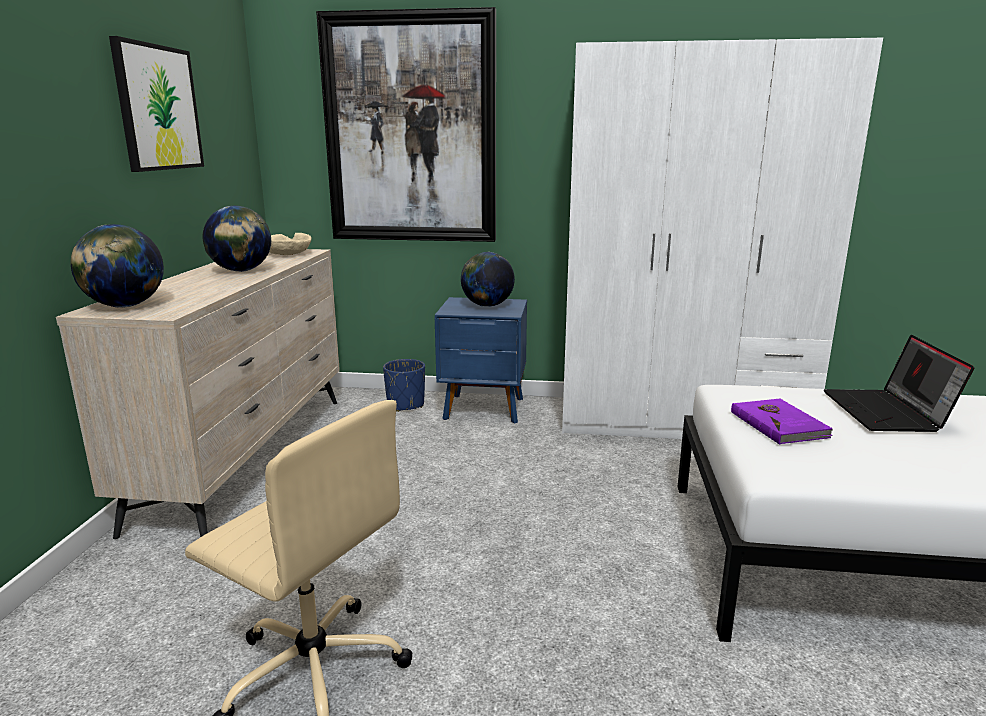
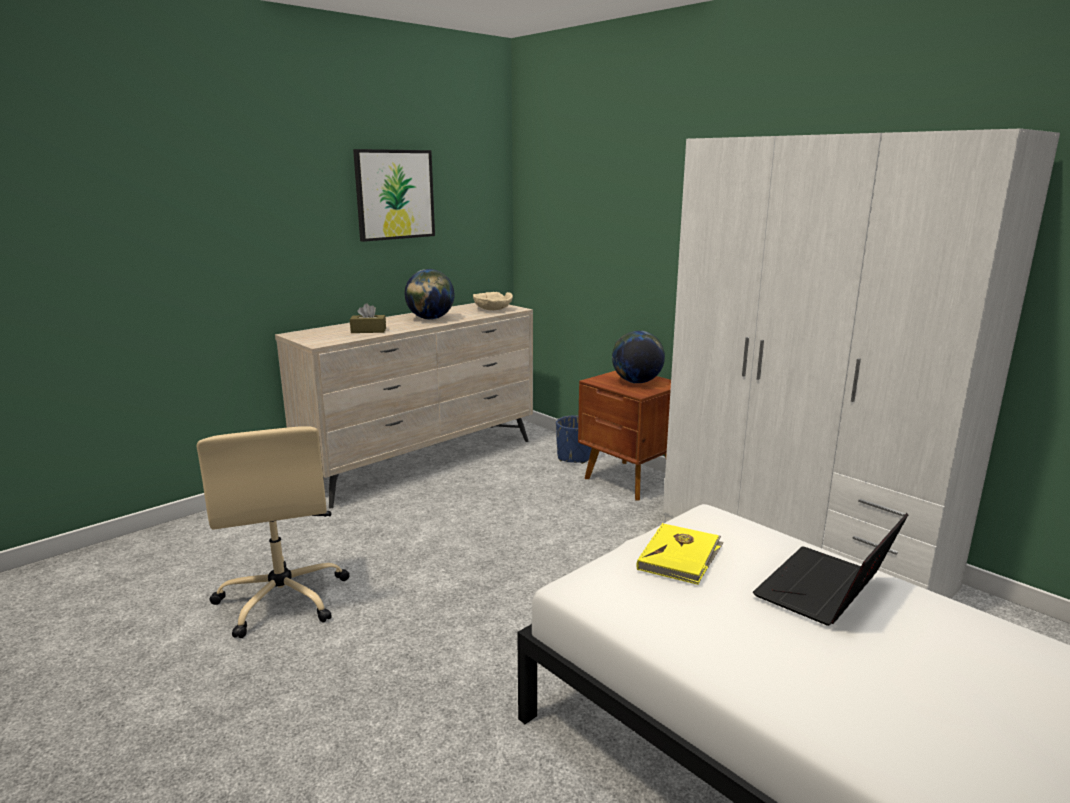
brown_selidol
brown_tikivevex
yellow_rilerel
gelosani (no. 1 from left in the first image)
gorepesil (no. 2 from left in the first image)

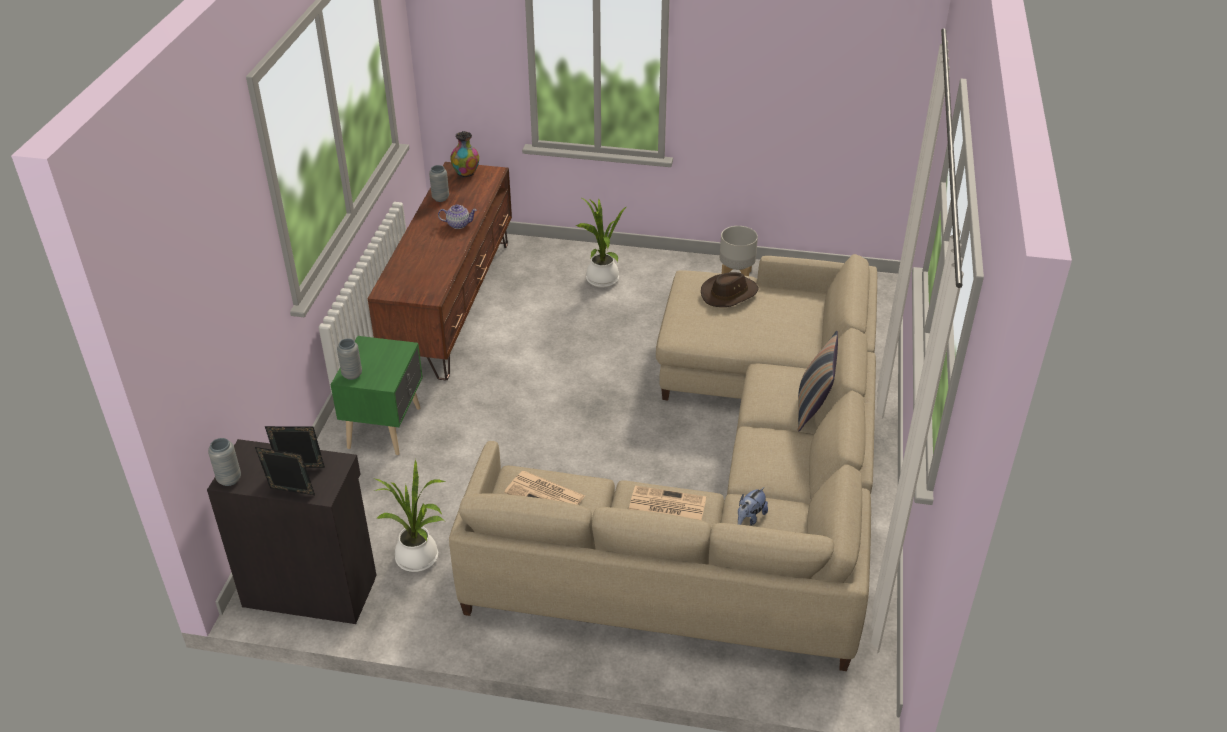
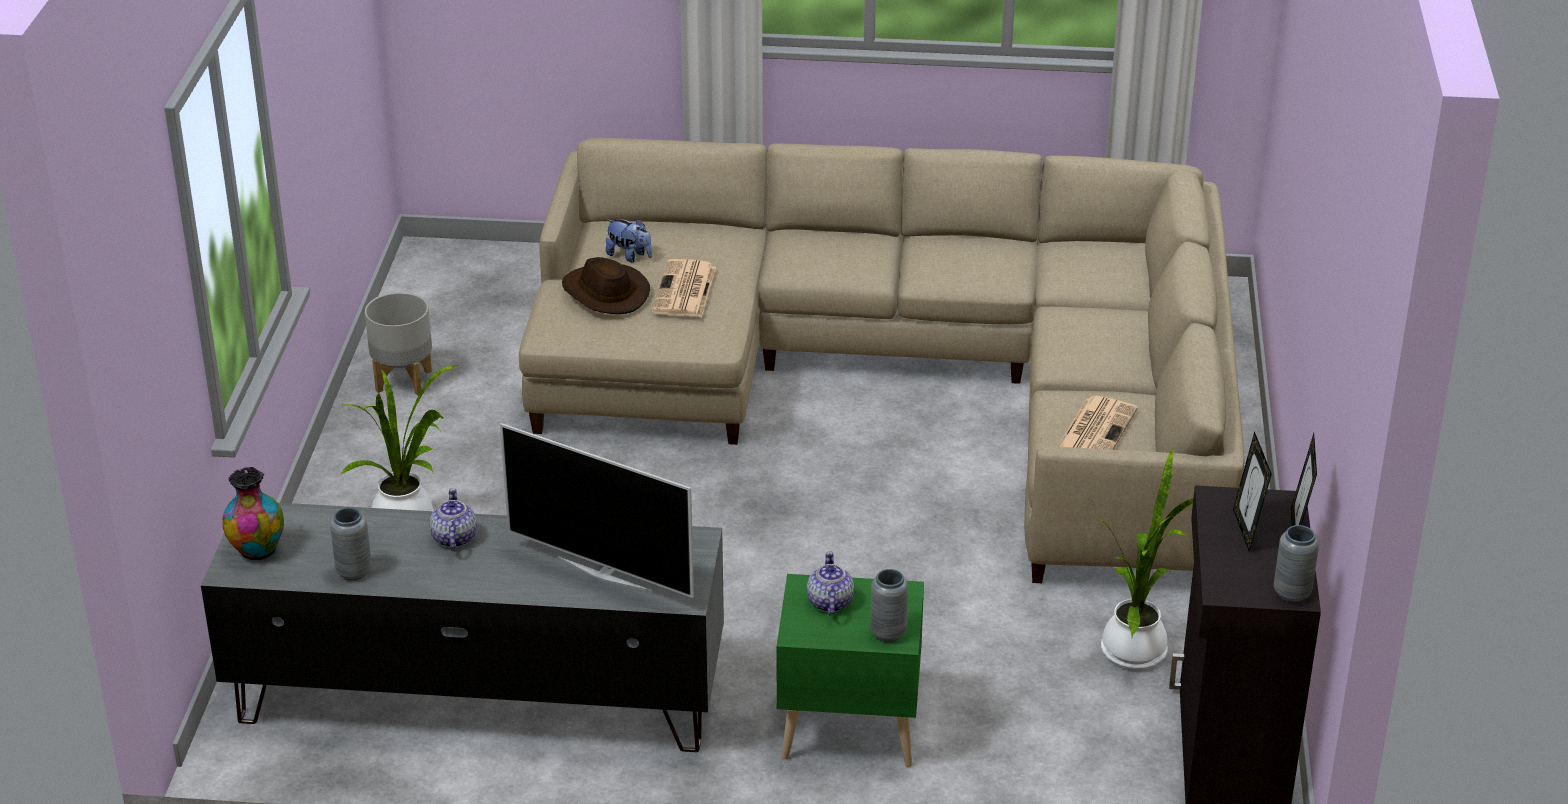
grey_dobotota
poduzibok
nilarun
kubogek (no. 1 from left)
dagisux (no. 2 from left)
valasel

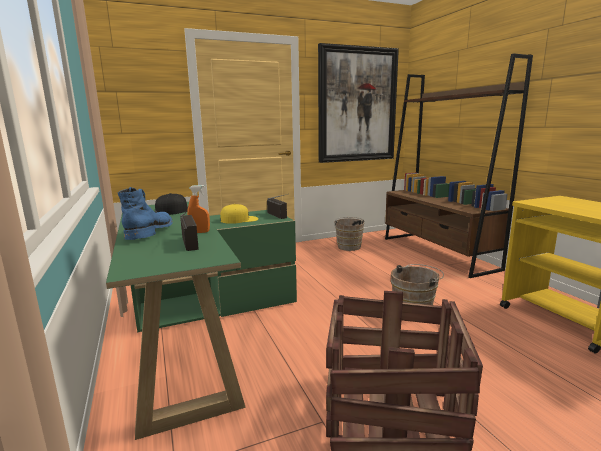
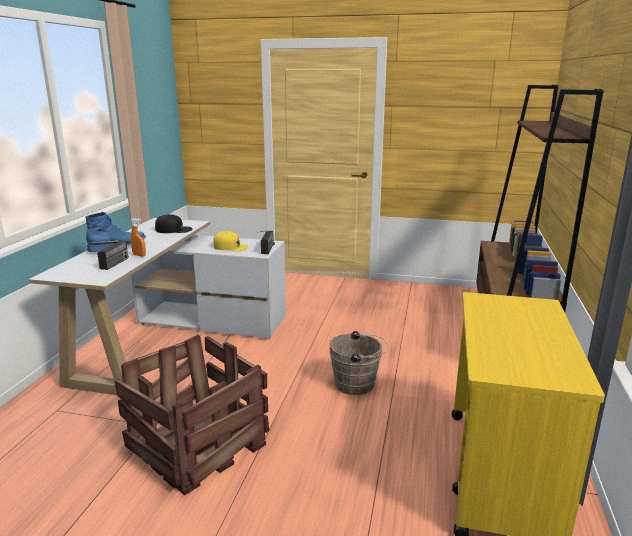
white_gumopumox
gorepesil
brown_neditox (no. 1 from left in the first image)

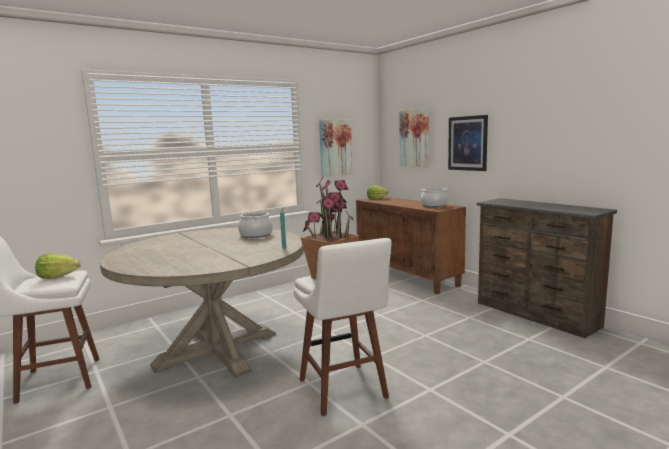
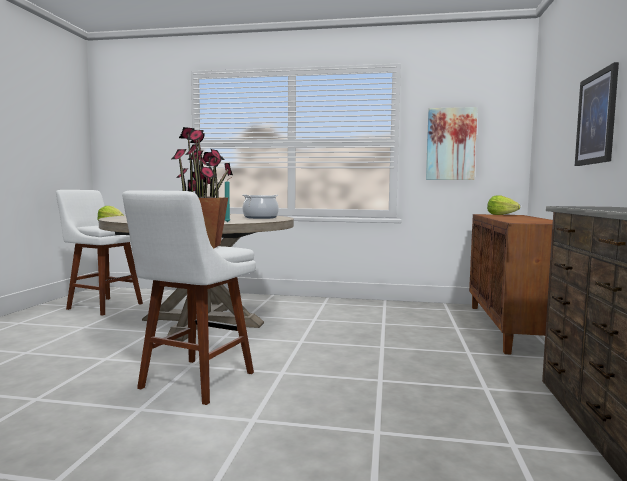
gorepesil (no. 2 from left in the first image)
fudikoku (no. 2 from left in the first image)

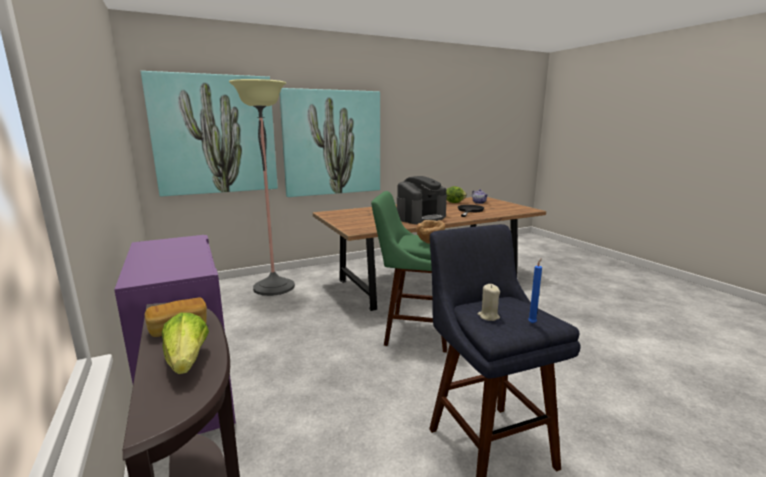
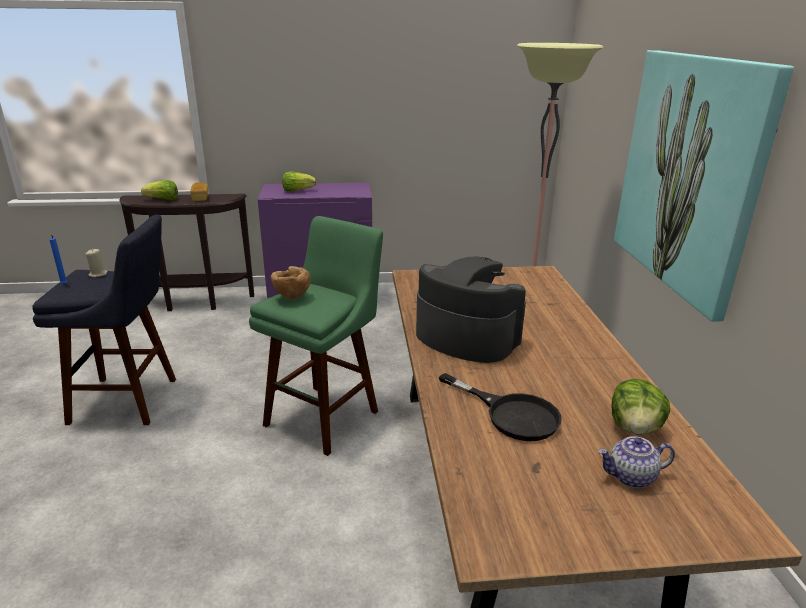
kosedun (no. 2 from left)
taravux
gorepesil (no. 1 from left in the first image)

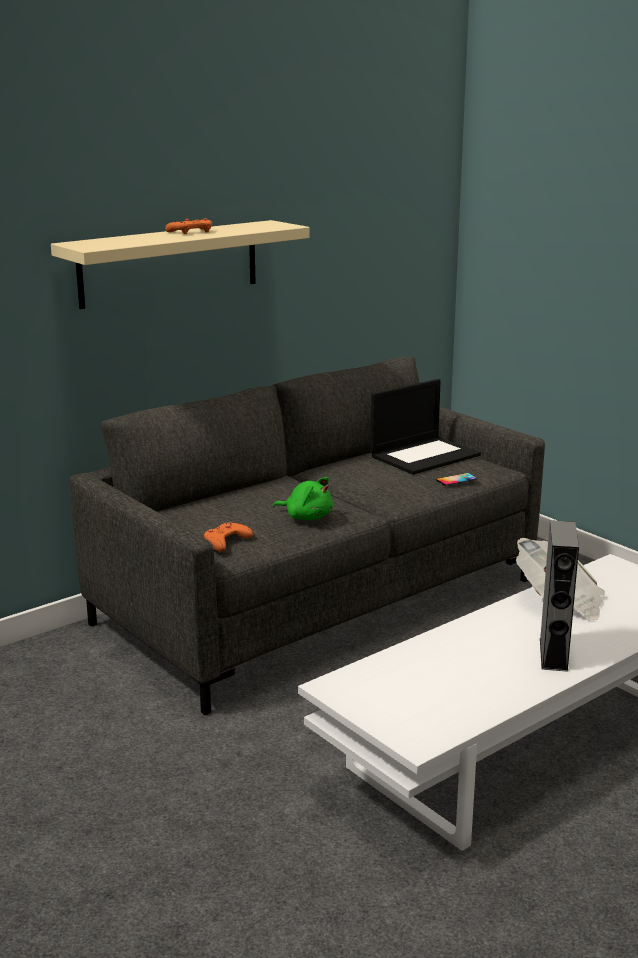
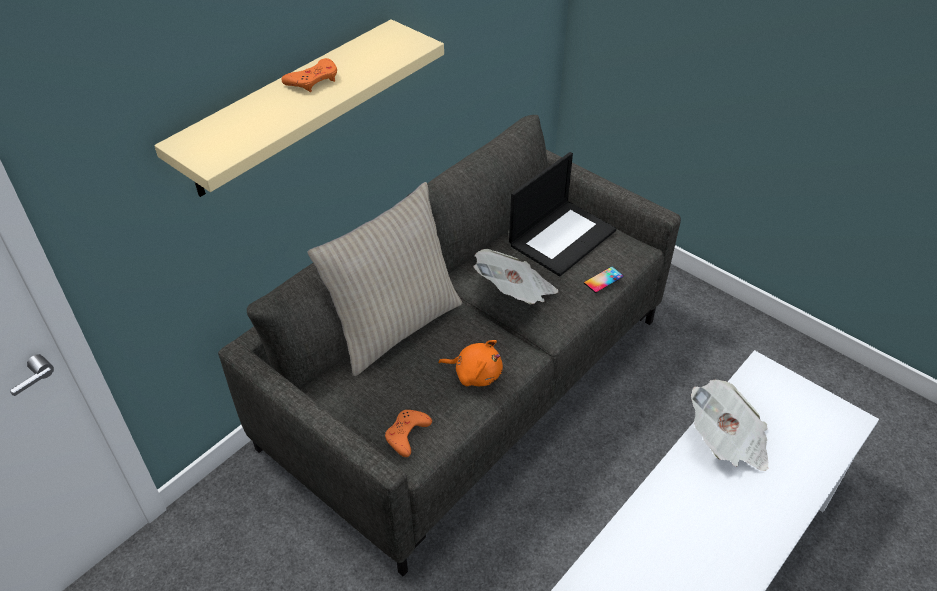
beige_valasel
orange_nilarun
kubogek (no. 1 from left)
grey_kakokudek

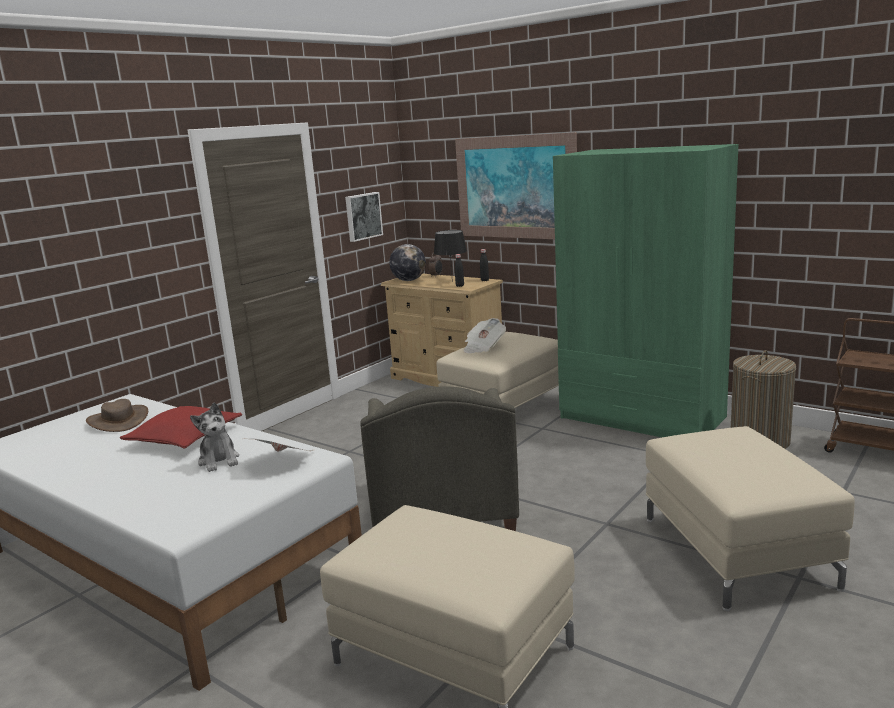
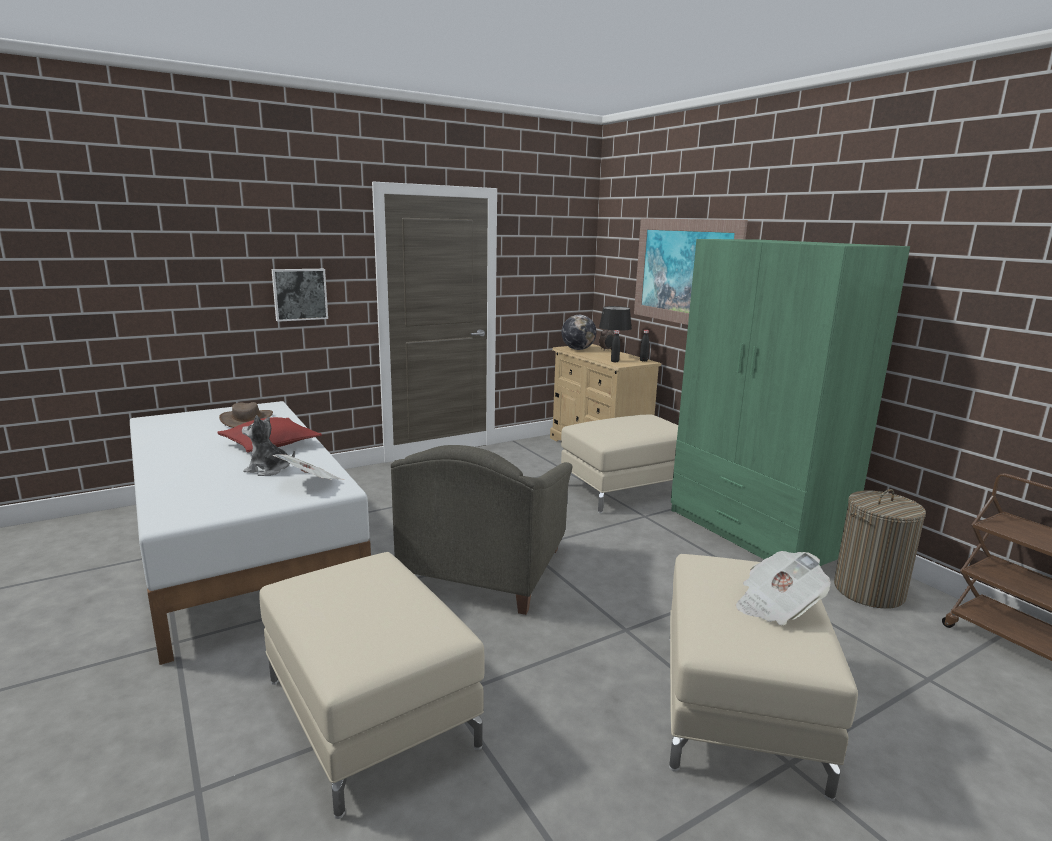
nilarun
gorepesil (no. 1 from left)
kubogek (no. 2 from left)

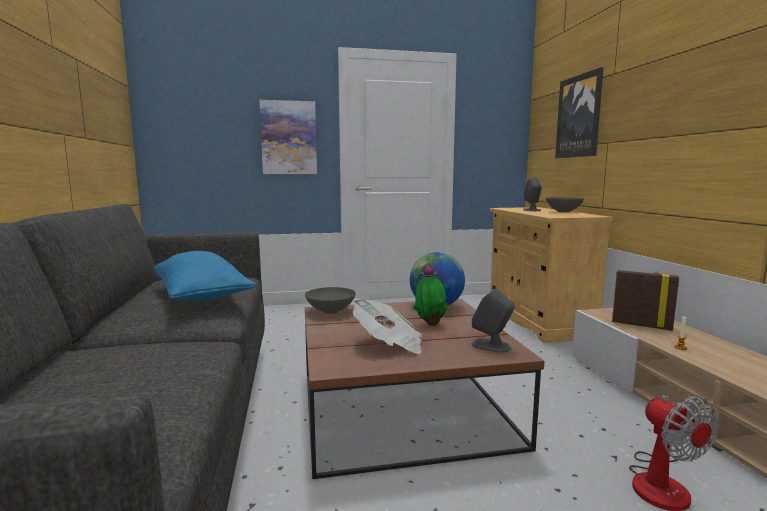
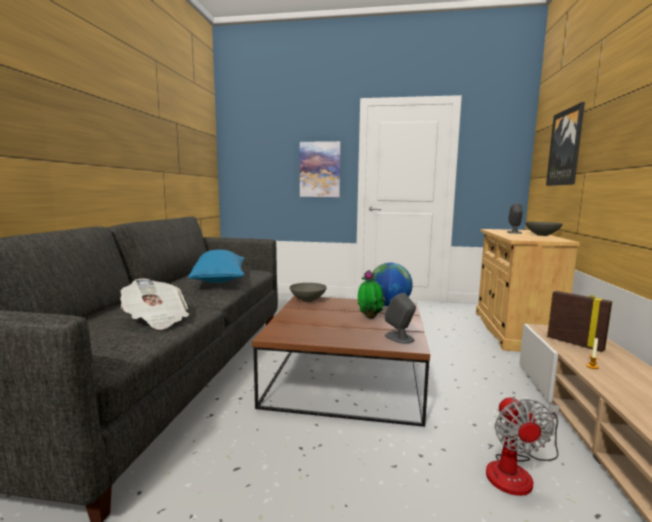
kubogek

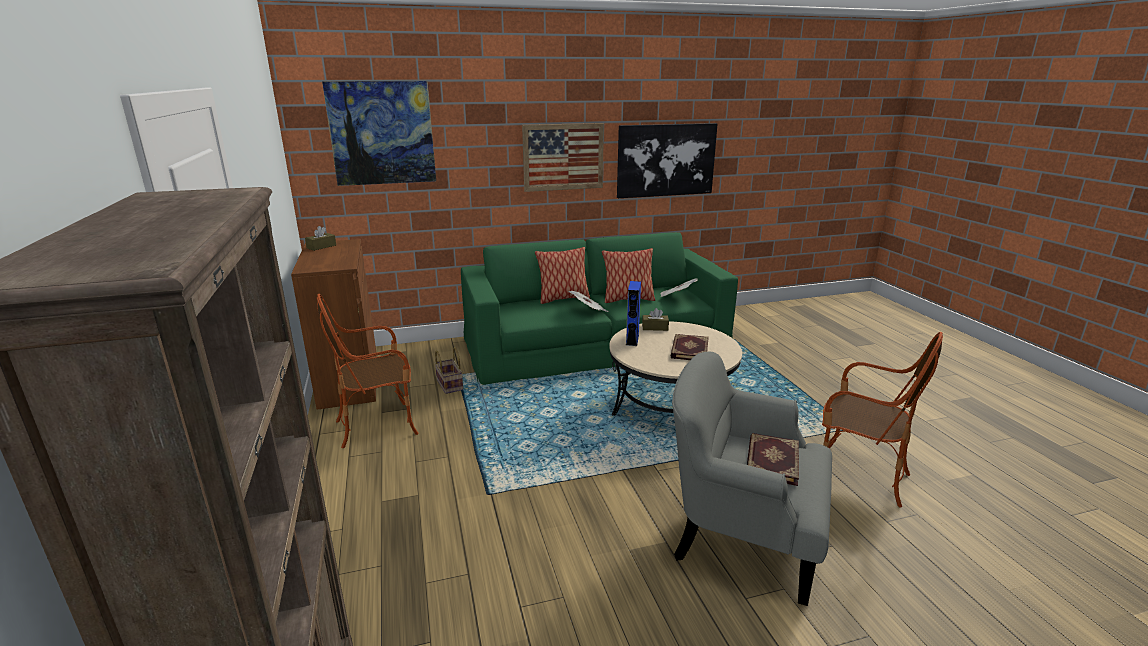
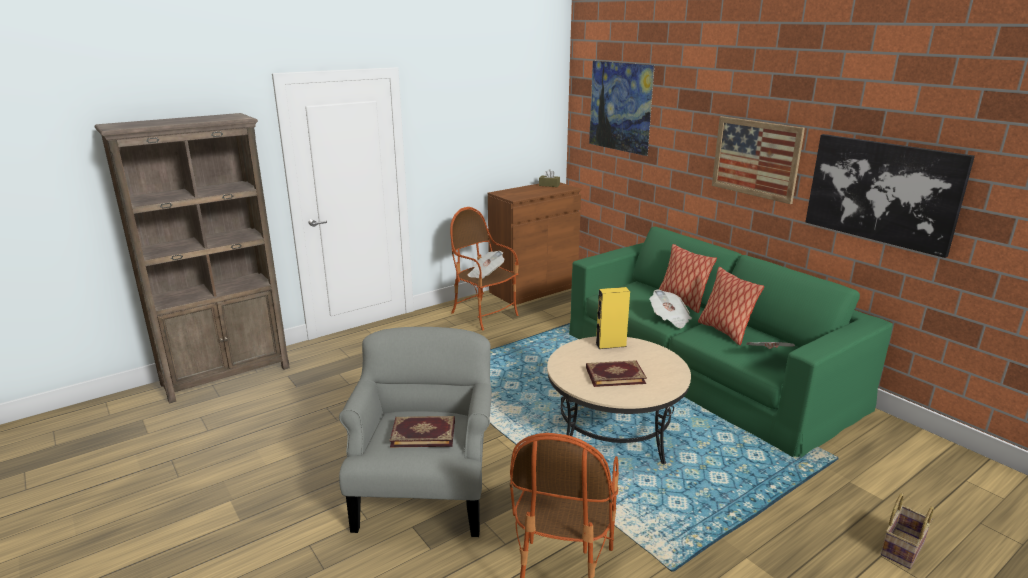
kubogek (no. 1 from left)
yellow_kakokudek
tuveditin
brown_selidol (no. 2 from left in the first image)

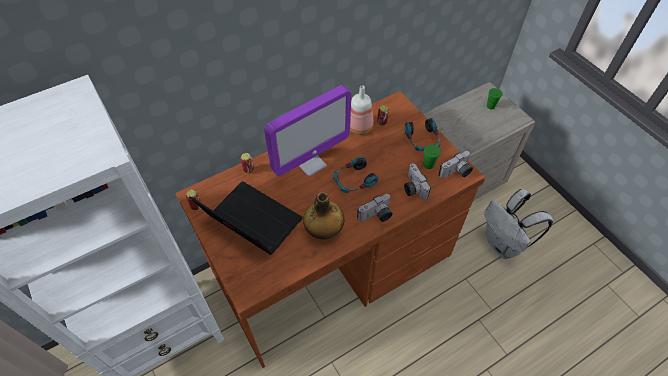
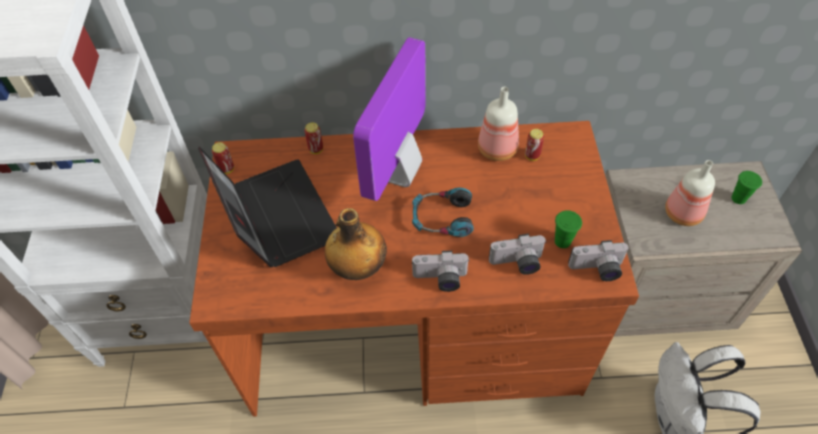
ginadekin
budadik (no. 2 from left)
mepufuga (no. 3 from left)
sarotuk (no. 2 from left in the first image)

